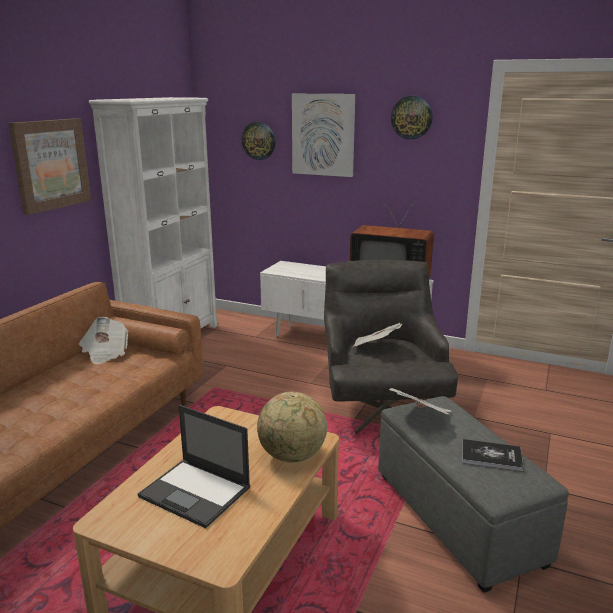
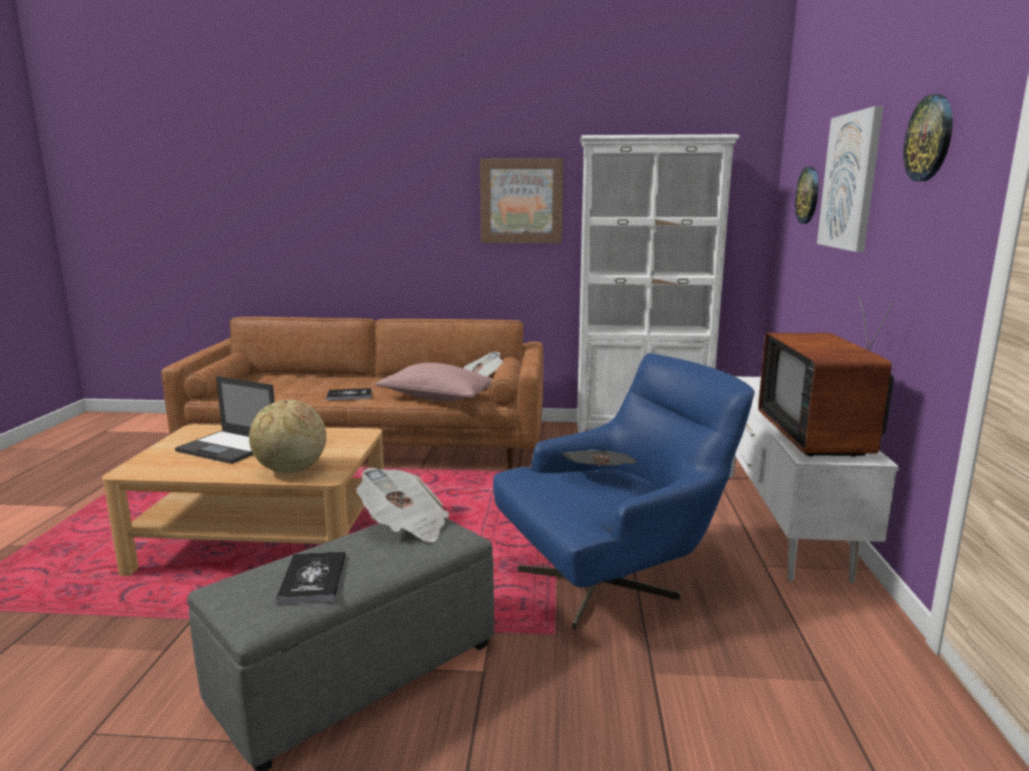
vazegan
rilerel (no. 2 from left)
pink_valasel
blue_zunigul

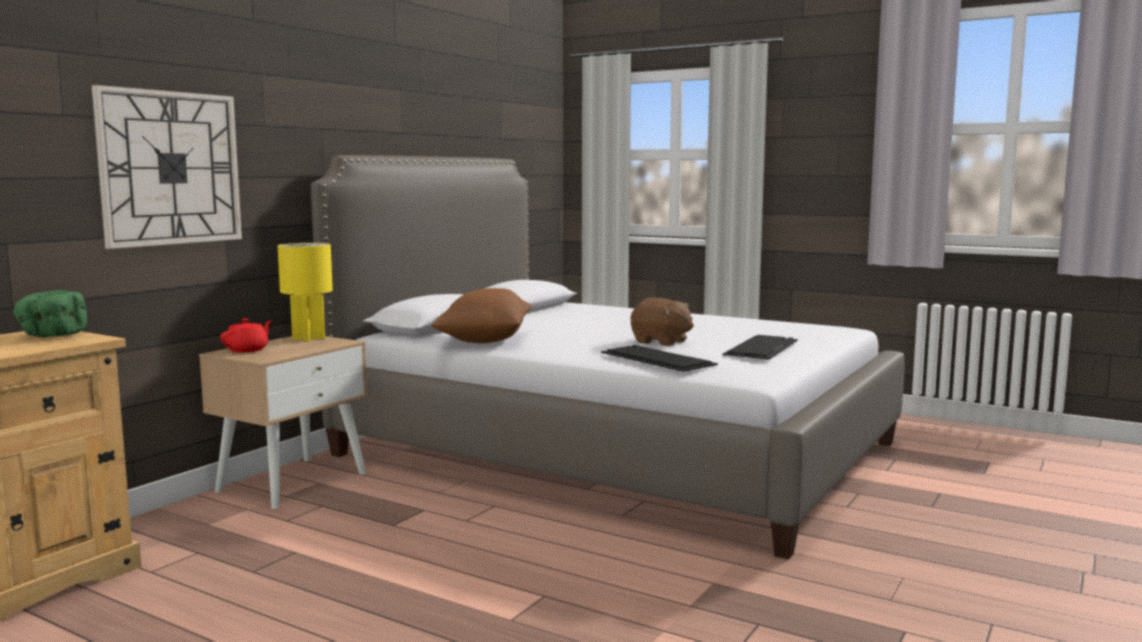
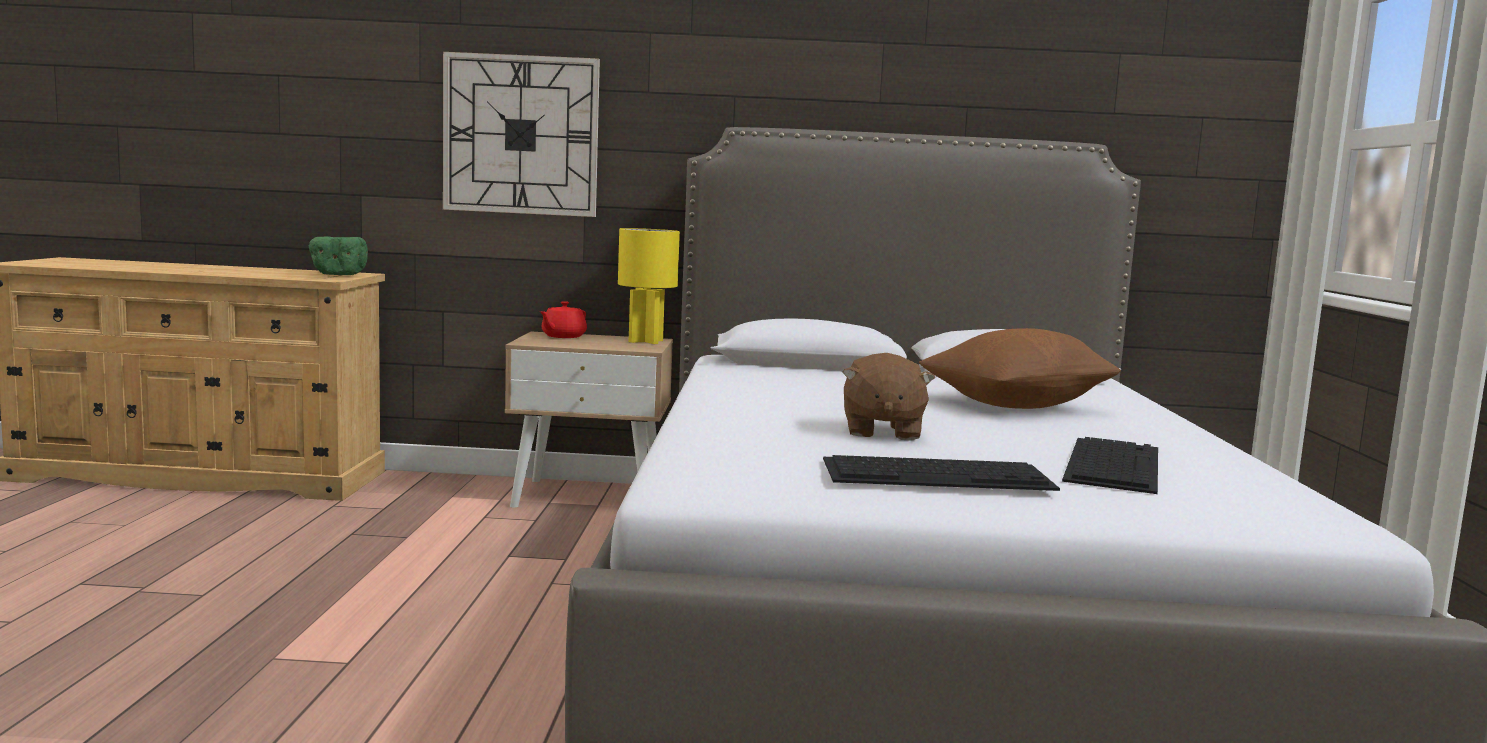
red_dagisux
brown_valasel
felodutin (no. 2 from left)

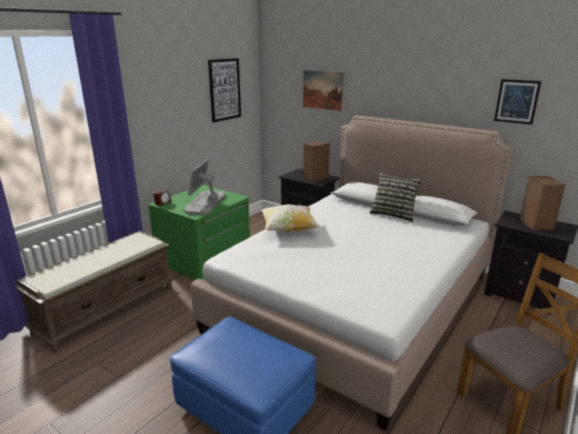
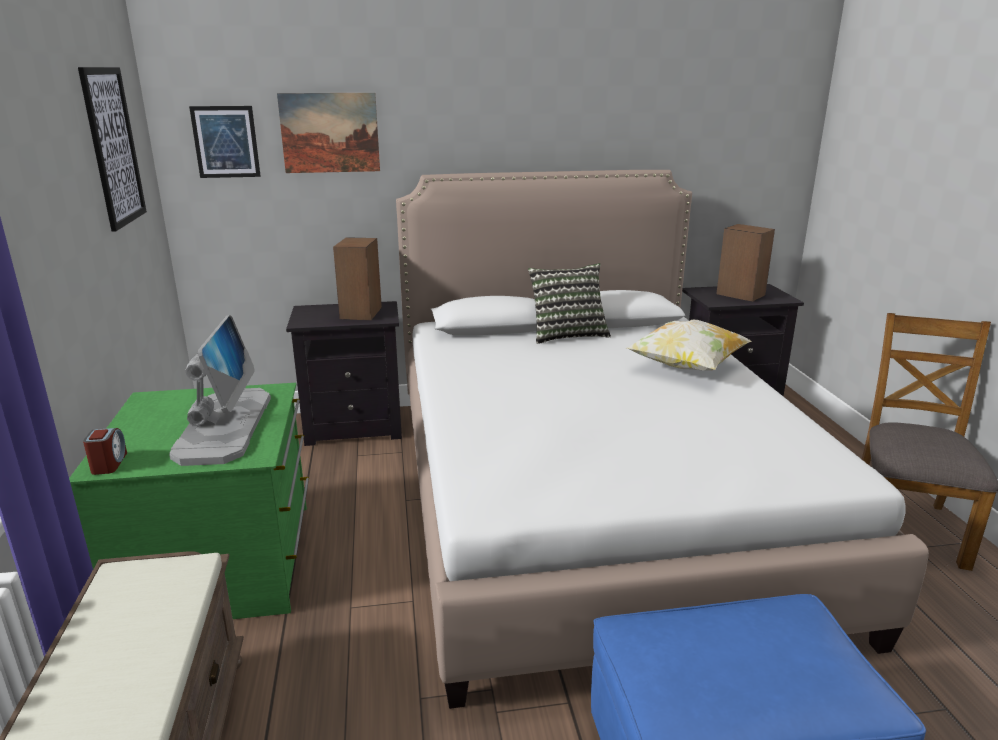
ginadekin
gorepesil (no. 2 from left)
valasel (no. 2 from left)

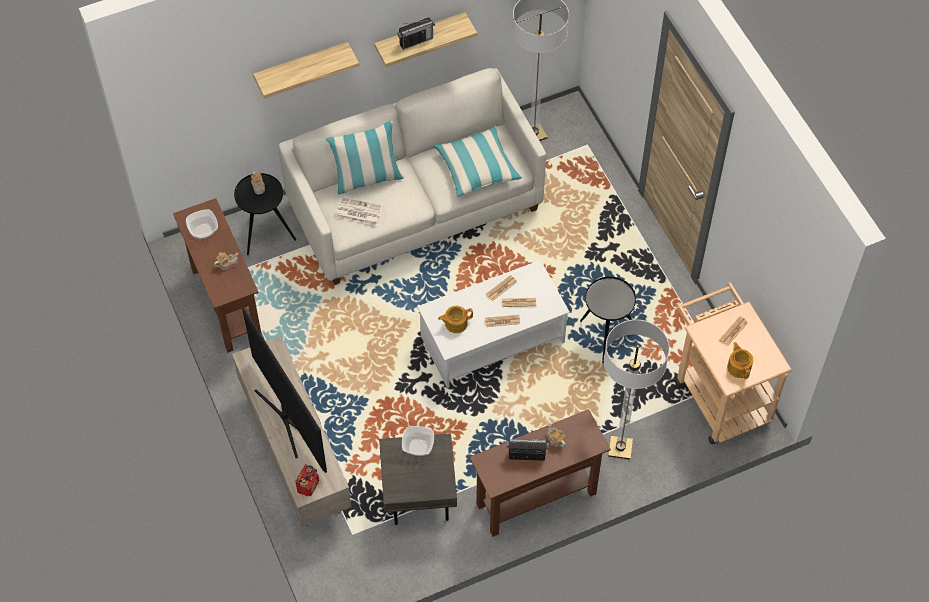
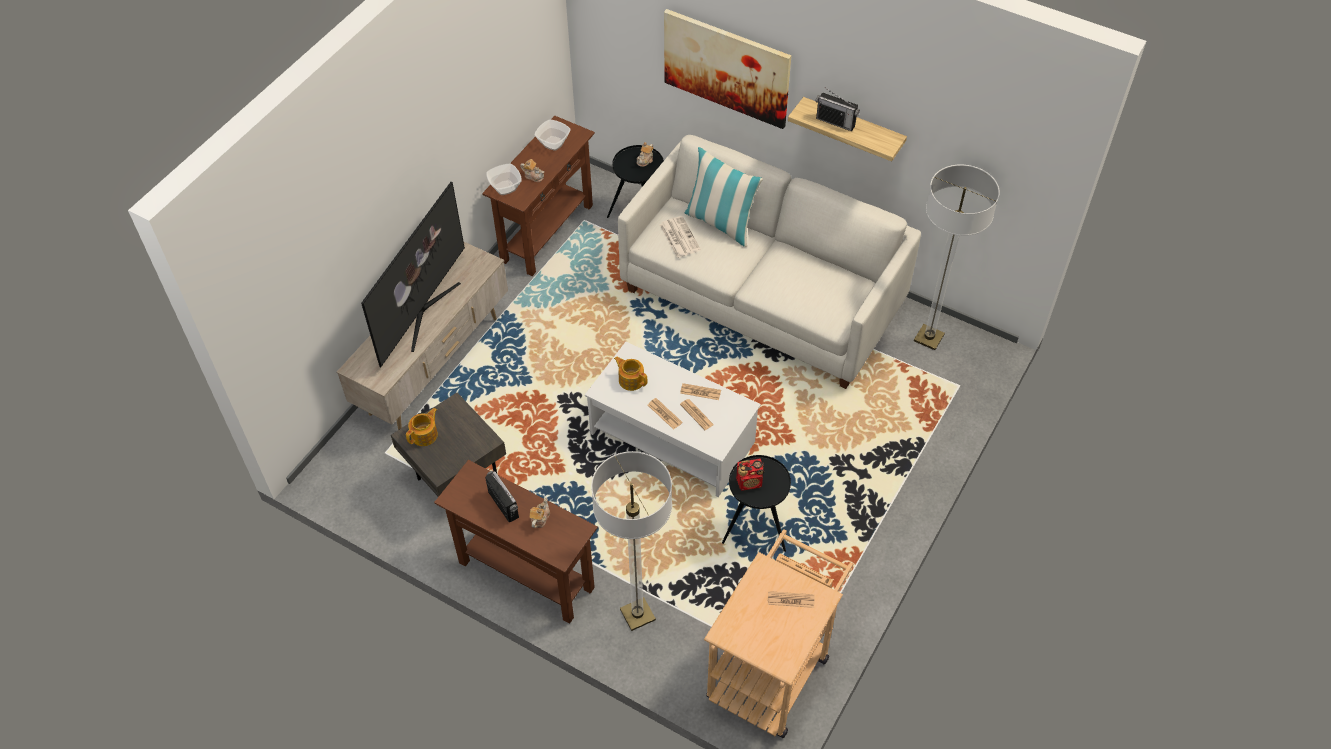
dagisux (no. 1 from left)
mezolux (no. 1 from left)
gorepesil
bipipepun (no. 2 from left)
valasel (no. 2 from left in the first image)

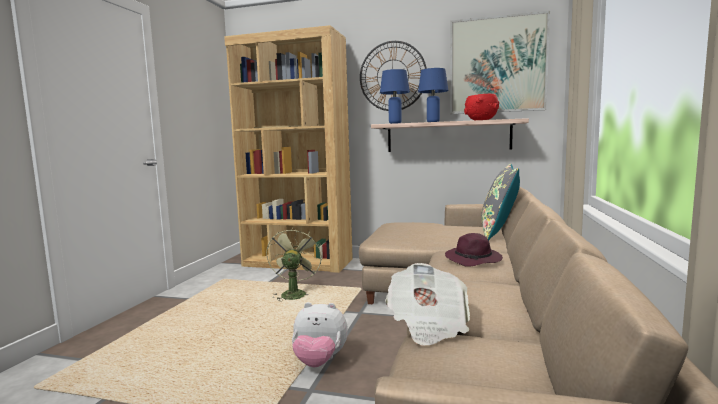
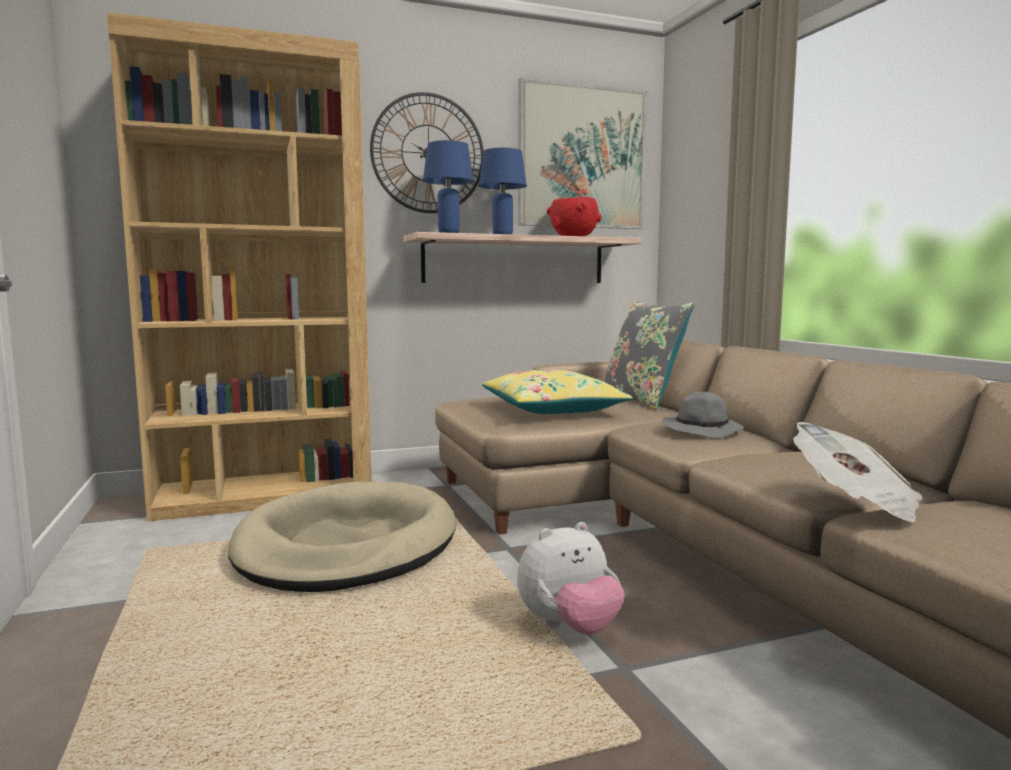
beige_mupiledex
yellow_valasel
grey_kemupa

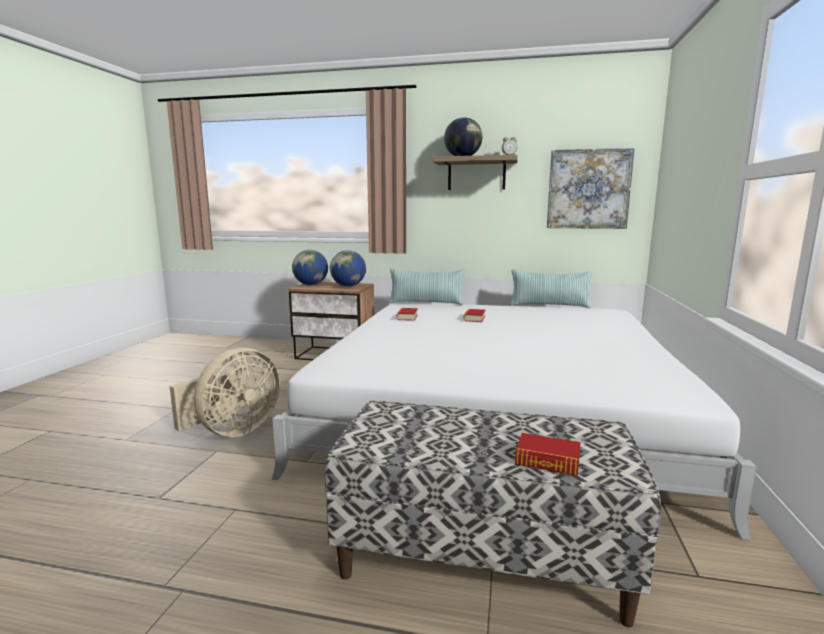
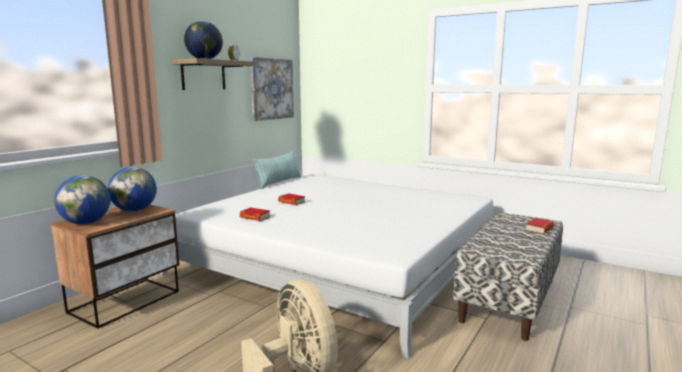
valasel (no. 1 from left in the first image)

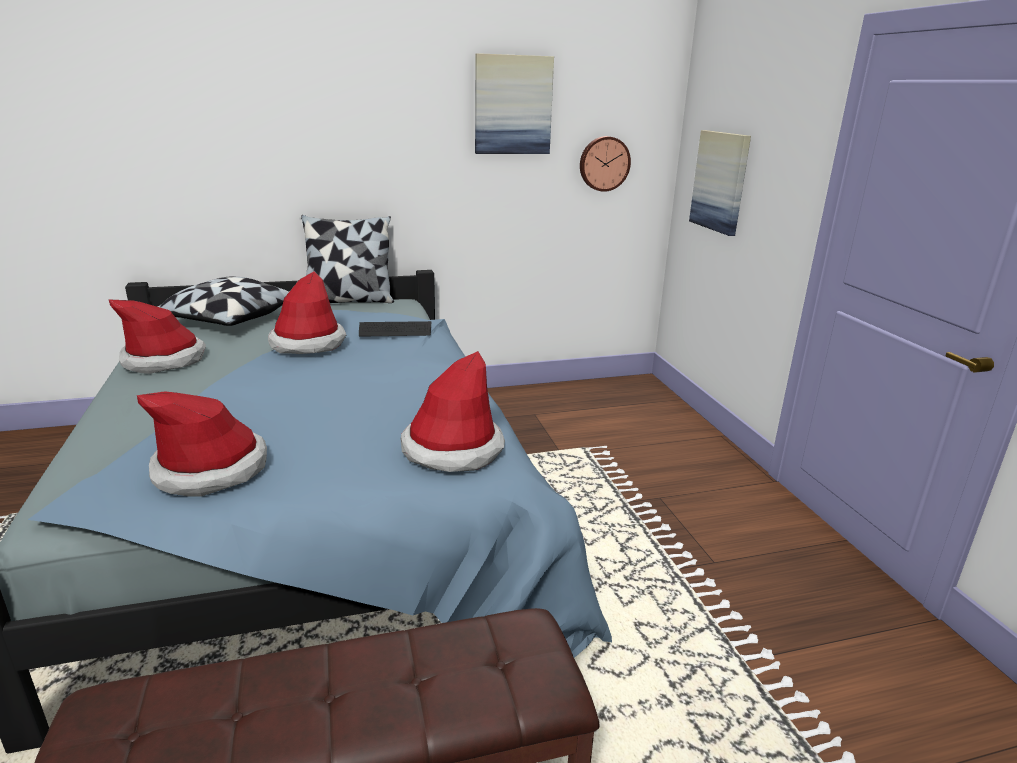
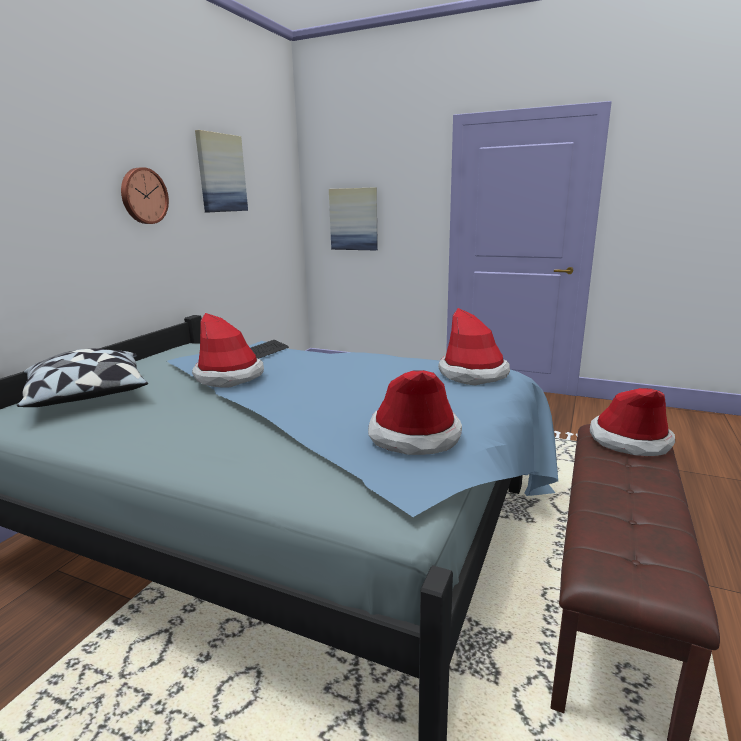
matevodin
kemupa (no. 4 from left)
valasel (no. 2 from left in the first image)

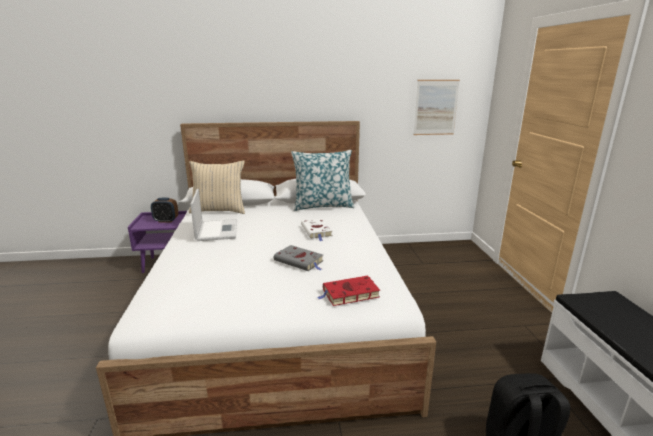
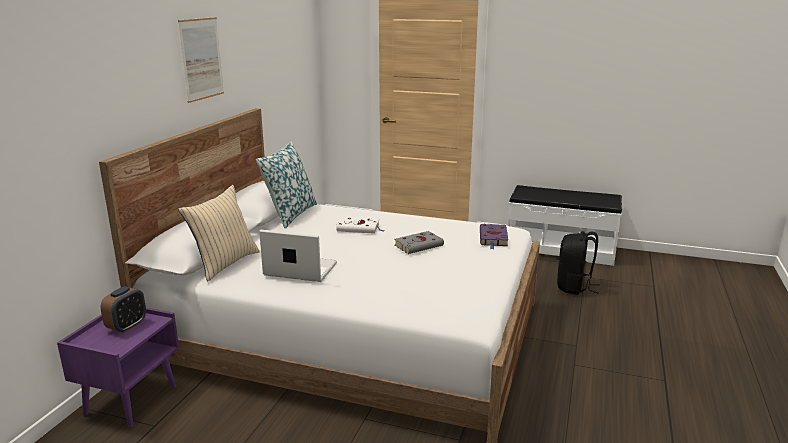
gorepesil
purple_rilerel

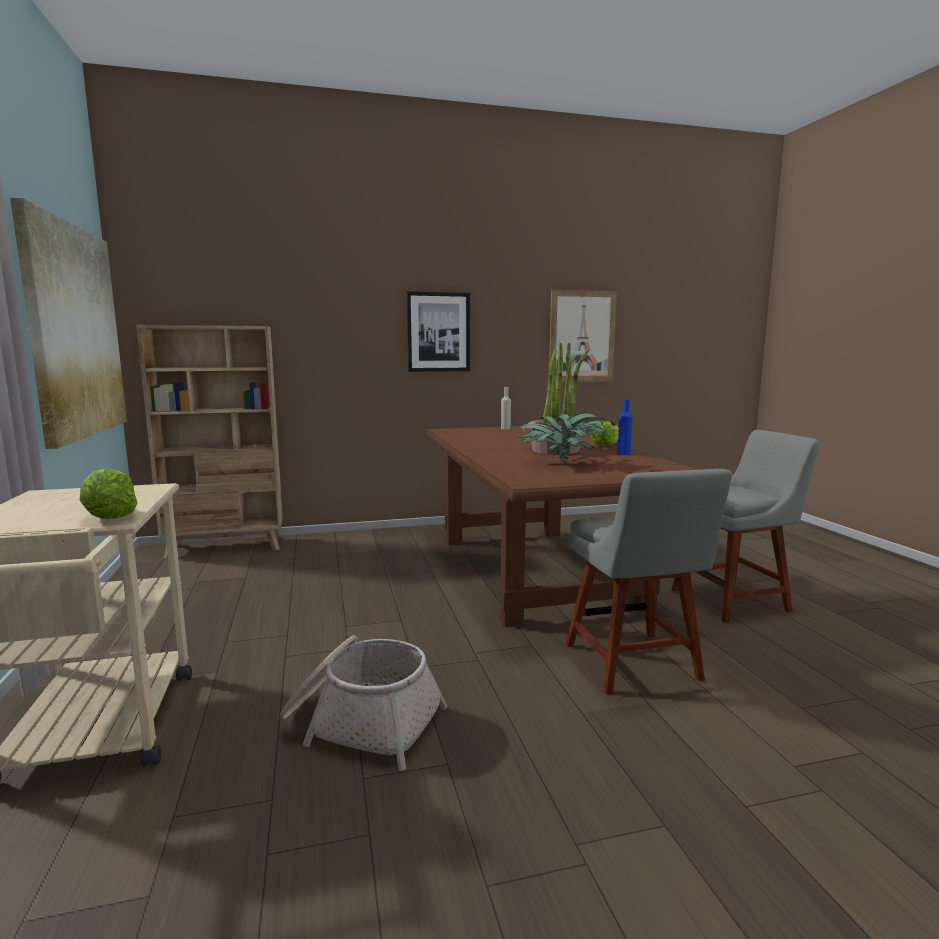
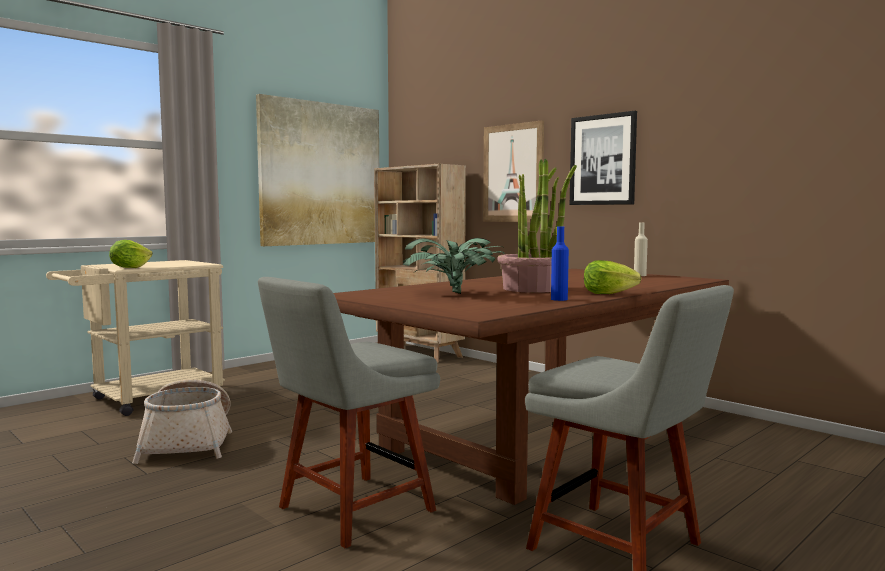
gorepesil (no. 2 from left)

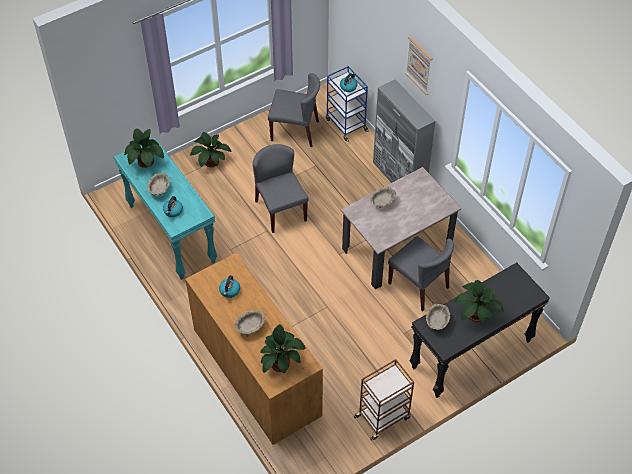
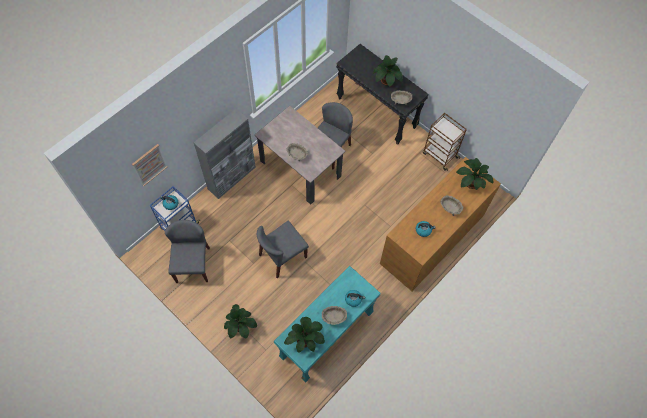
gorepesil

